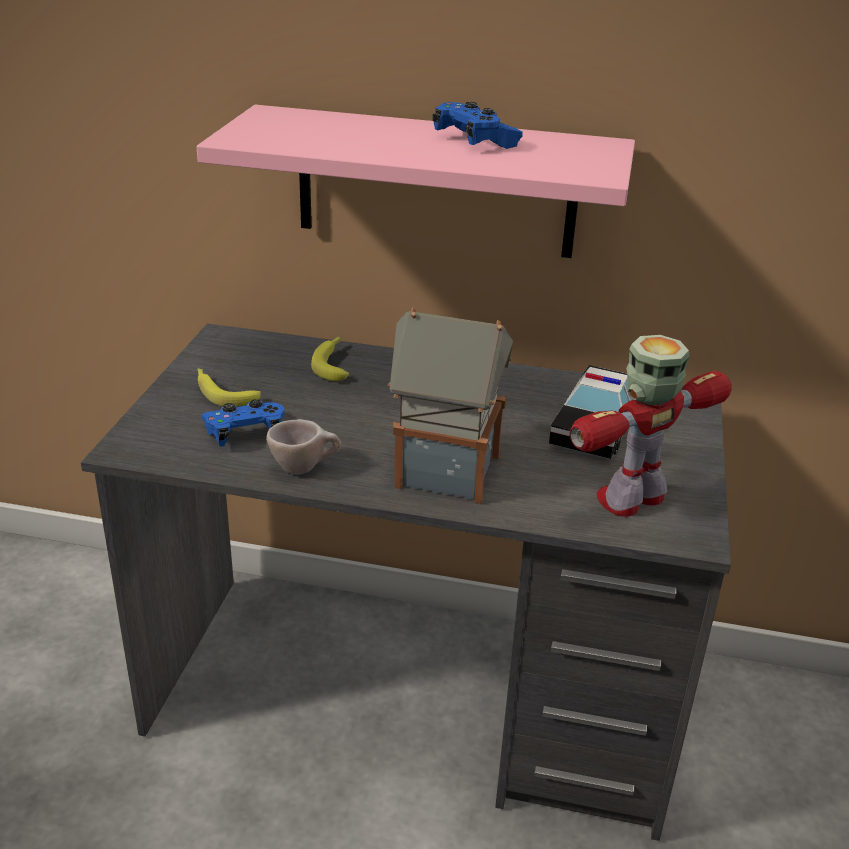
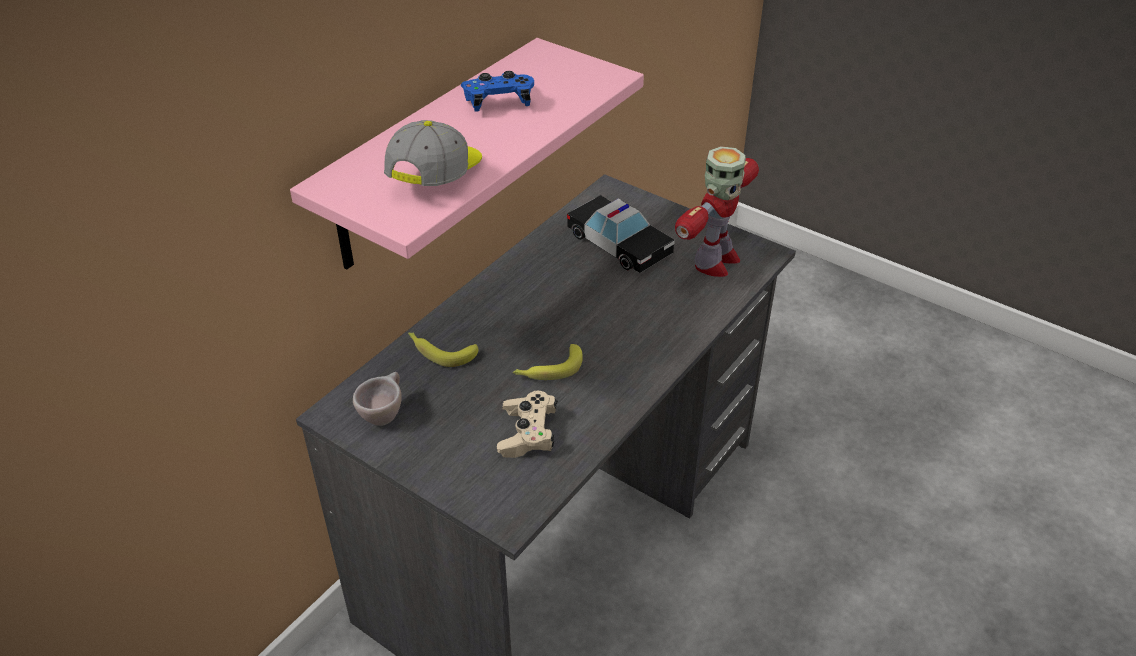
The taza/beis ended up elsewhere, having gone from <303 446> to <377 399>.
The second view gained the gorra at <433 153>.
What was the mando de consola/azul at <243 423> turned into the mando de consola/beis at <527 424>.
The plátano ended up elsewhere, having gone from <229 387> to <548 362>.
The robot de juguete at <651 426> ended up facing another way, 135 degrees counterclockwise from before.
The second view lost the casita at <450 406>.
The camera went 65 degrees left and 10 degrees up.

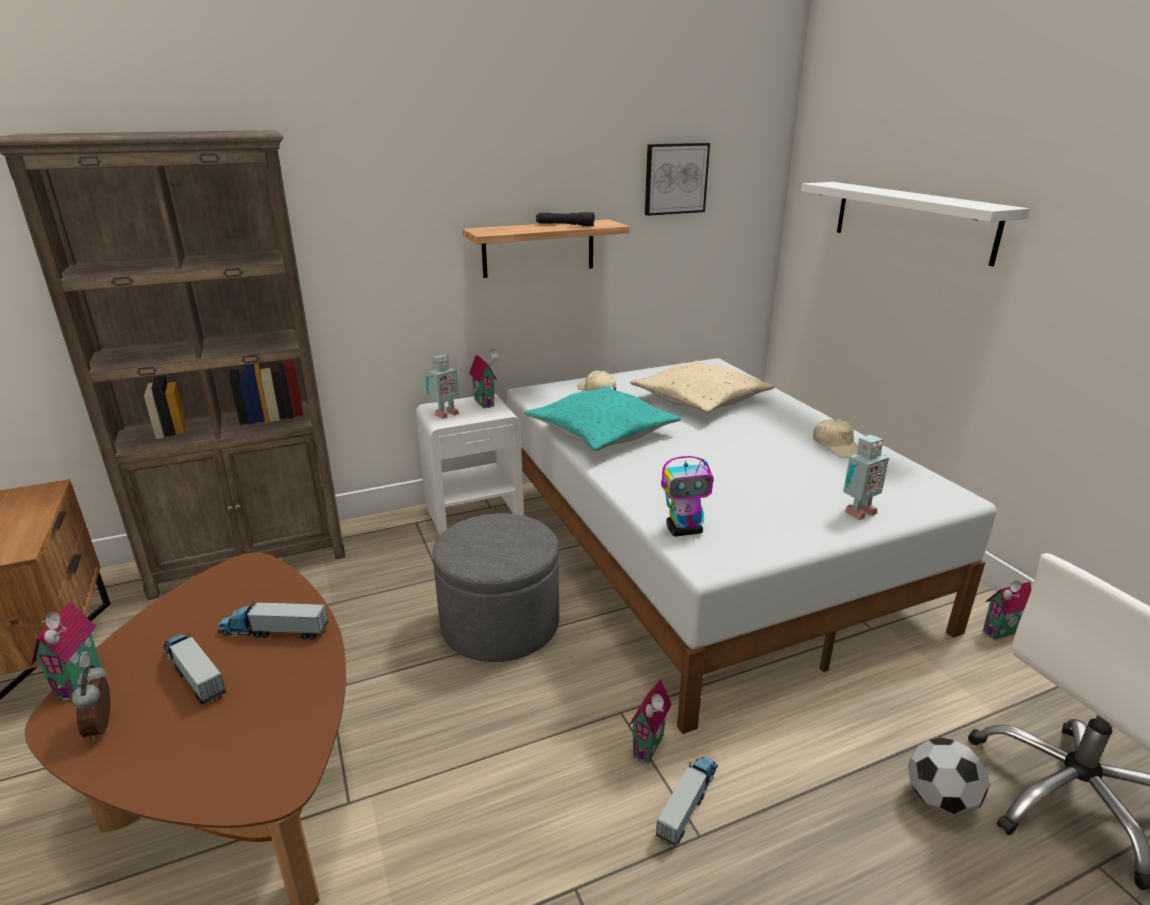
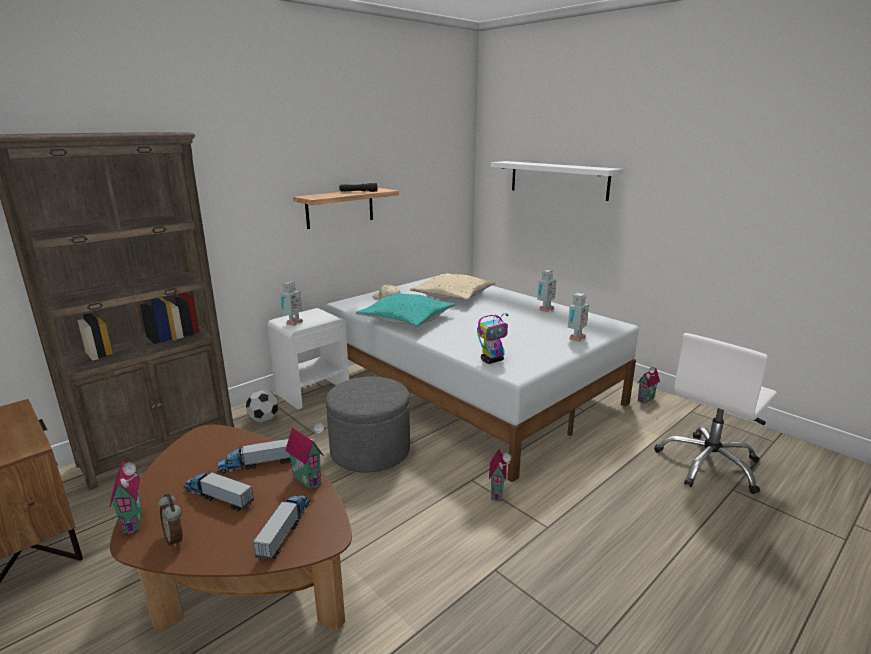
The balón de fútbol ended up elsewhere, having gone from <949 777> to <262 406>.
The camión de juguete ended up elsewhere, having gone from <687 801> to <281 528>.
The casita ended up elsewhere, having gone from <484 378> to <304 455>.
Where the gorra/beis stood at <835 438>, the robot de juguete came to stand at <546 291>.
The second view lost the cuadro at <677 179>.
The camera went 20 degrees left and 5 degrees down.

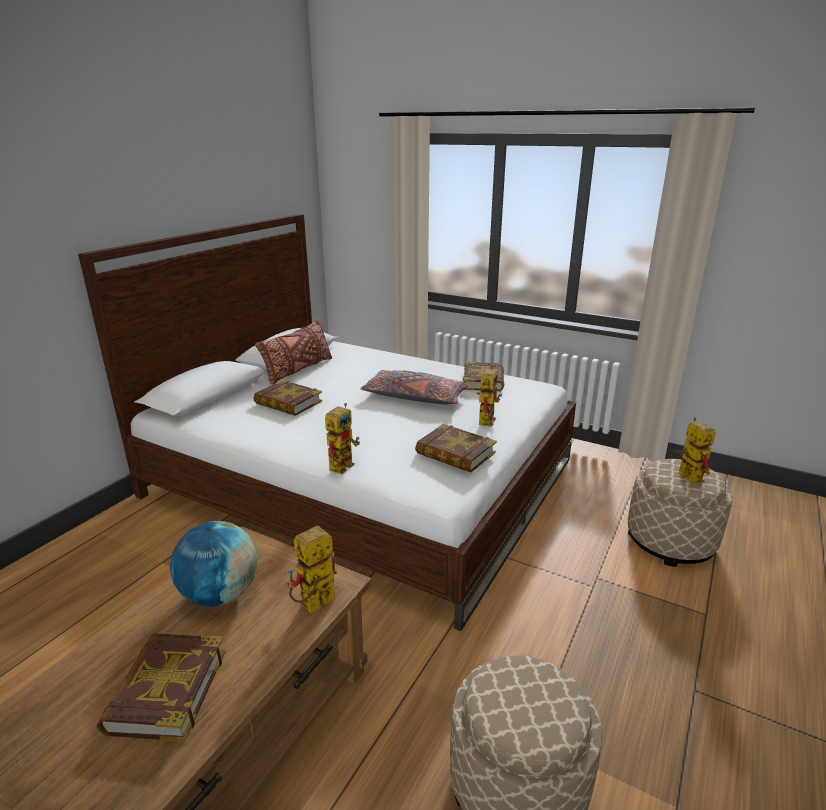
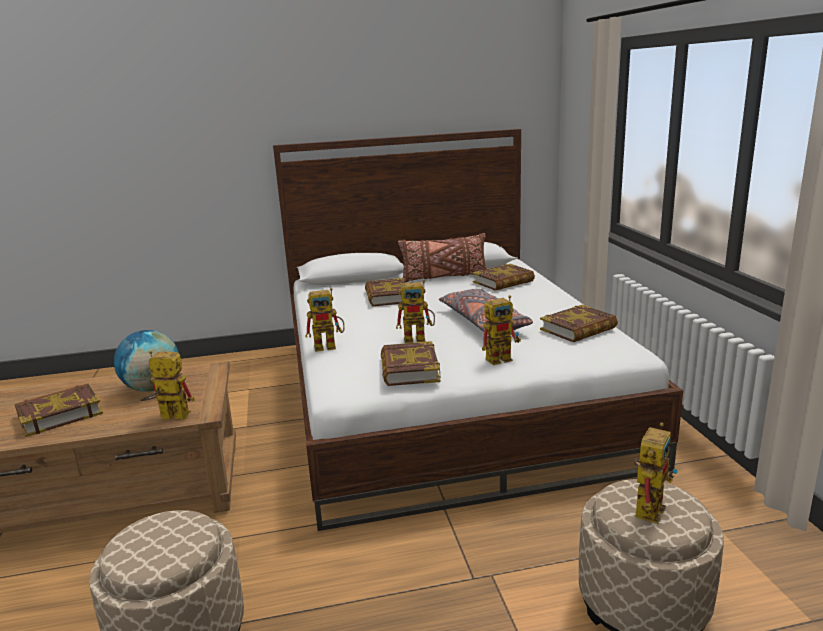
The second view gained the robot de juguete at <415 311>.
The second view gained the libro at <504 277>.
The camera went 50 degrees right and 5 degrees down.

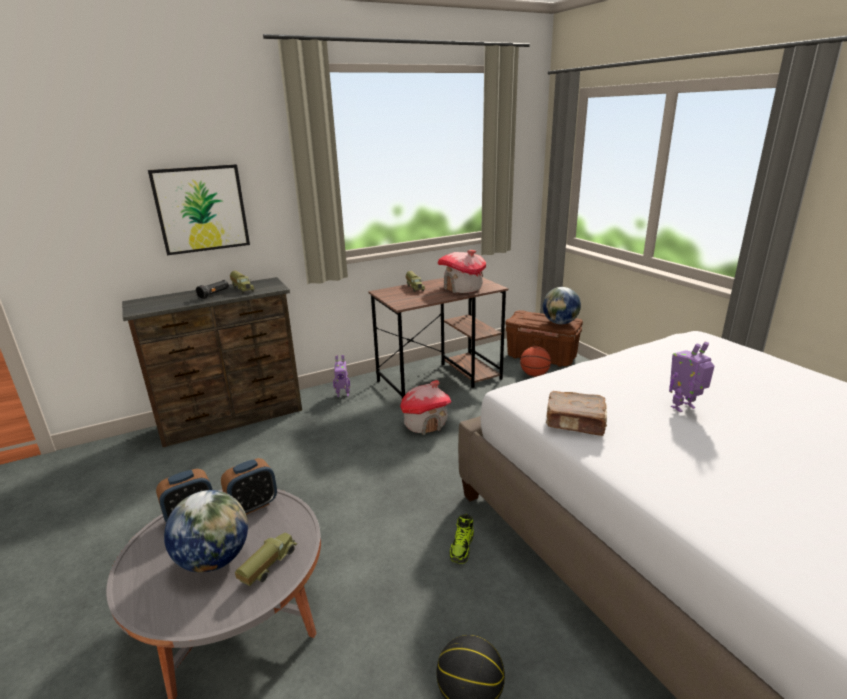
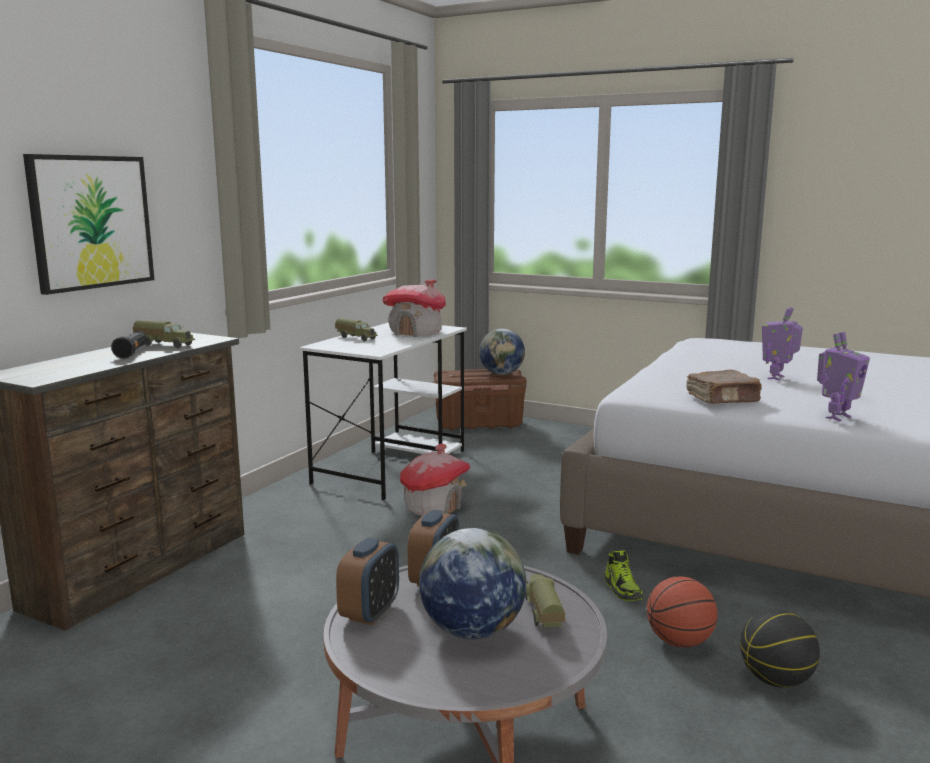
What was the escritorio/marrón at <438 337> turned into the escritorio/blanco at <383 411>.
The balón de baloncesto ended up elsewhere, having gone from <535 361> to <682 612>.
The robot de juguete ended up elsewhere, having gone from <341 376> to <843 376>.
The camera went 35 degrees left and 10 degrees down.

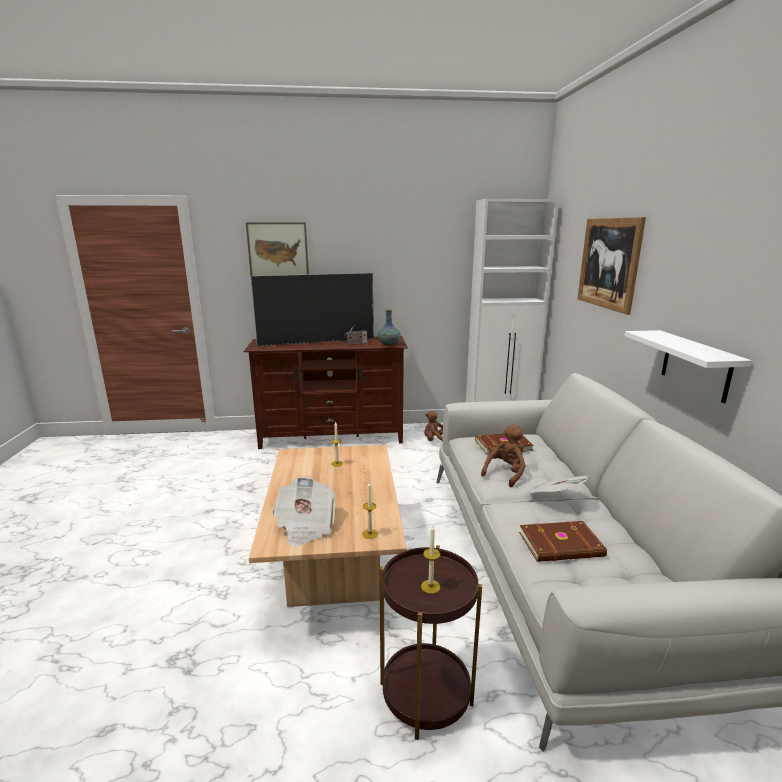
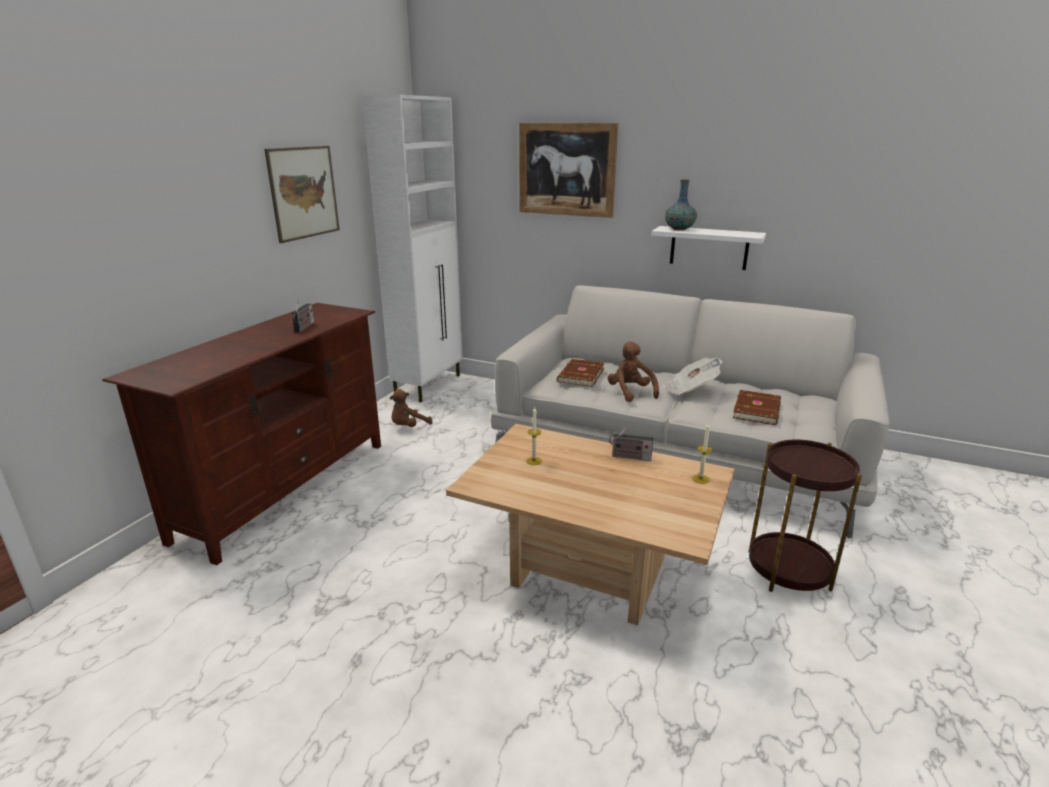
The cuadro ended up elsewhere, having gone from <277 249> to <302 194>.
The second view gained the radio at <631 443>.
The florero ended up elsewhere, having gone from <389 328> to <681 204>.
The second view lost the televisor at <312 309>.
The second view lost the periódico at <304 511>.
The second view lost the vela at <430 559>.
The camera went 60 degrees left and 5 degrees up.

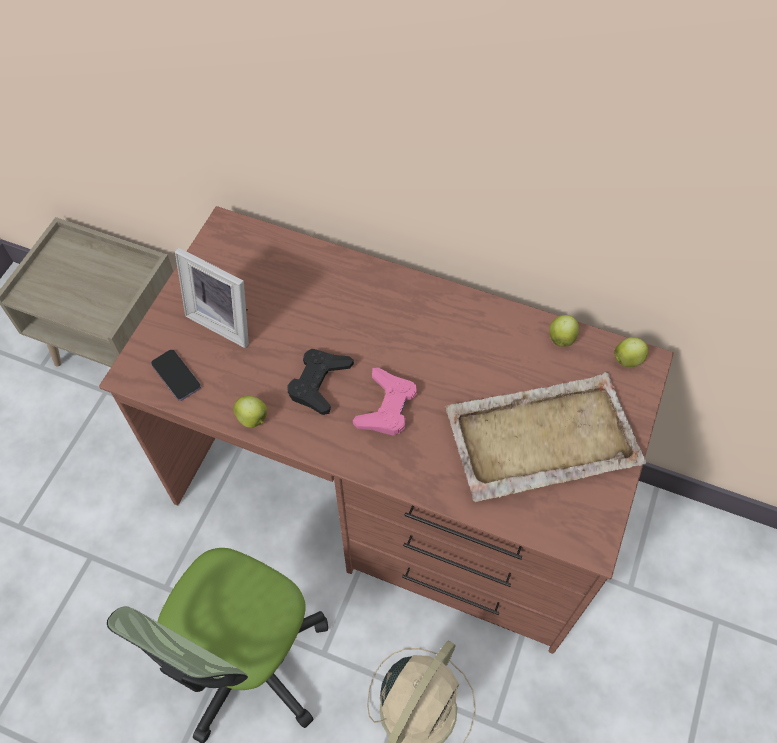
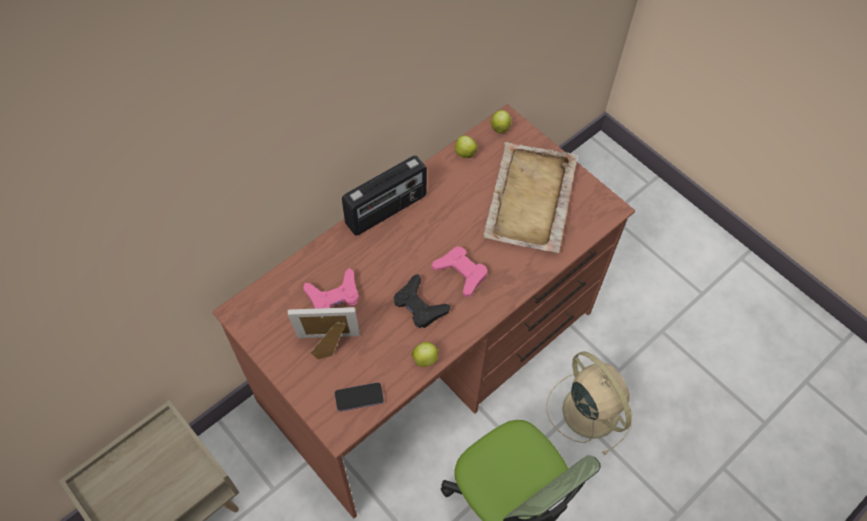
The portarretratos at <212 297> ended up facing another way, 150 degrees counterclockwise from before.
The second view gained the mando de consola/rosa at <331 288>.
The second view gained the radio at <384 195>.
The camera went 65 degrees left and 0 degrees up.

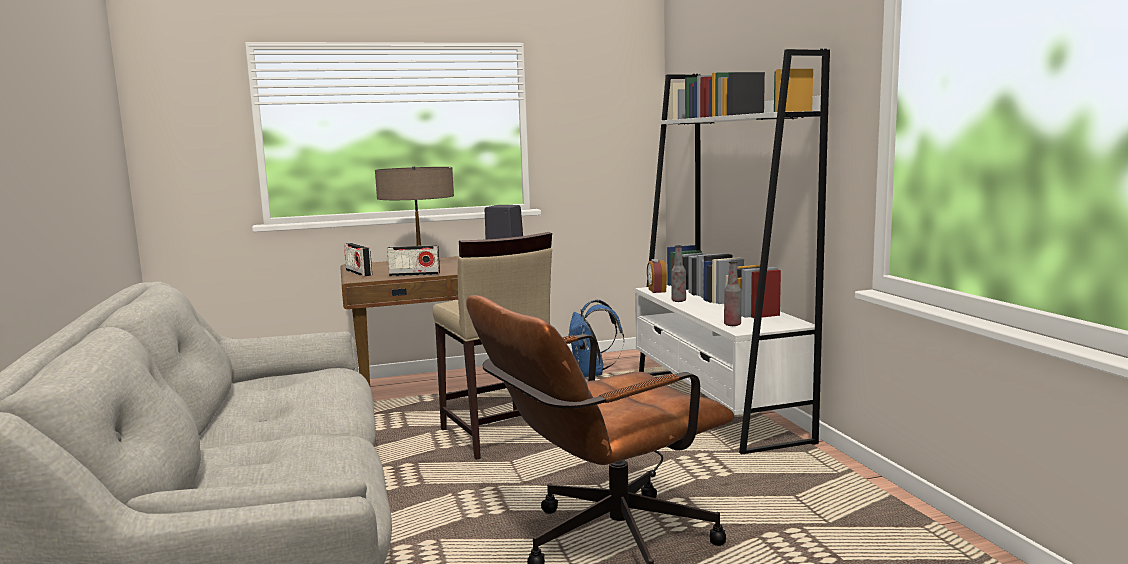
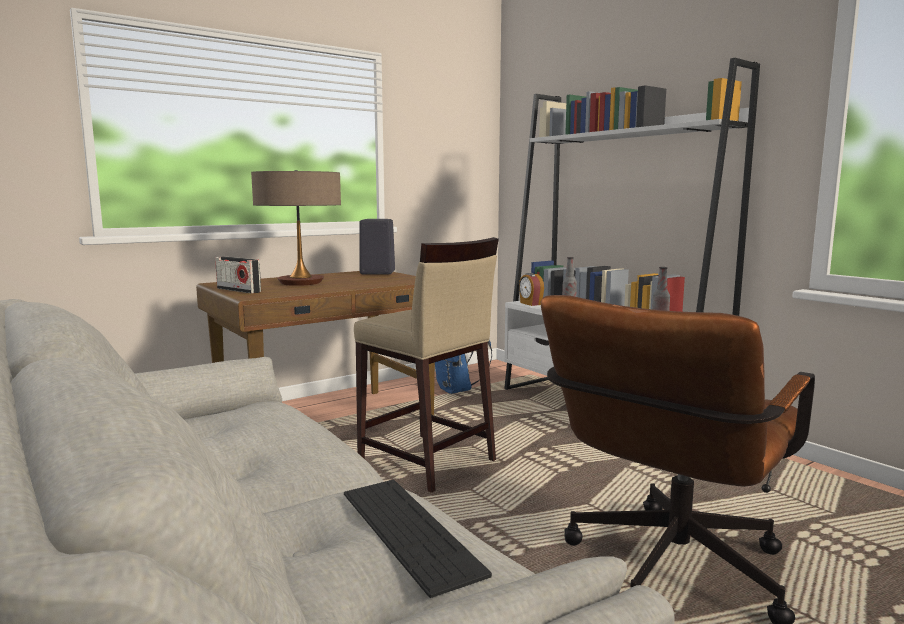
The second view gained the teclado at <418 539>.
The second view lost the radio at <413 260>.
The camera went 20 degrees left and 0 degrees up.

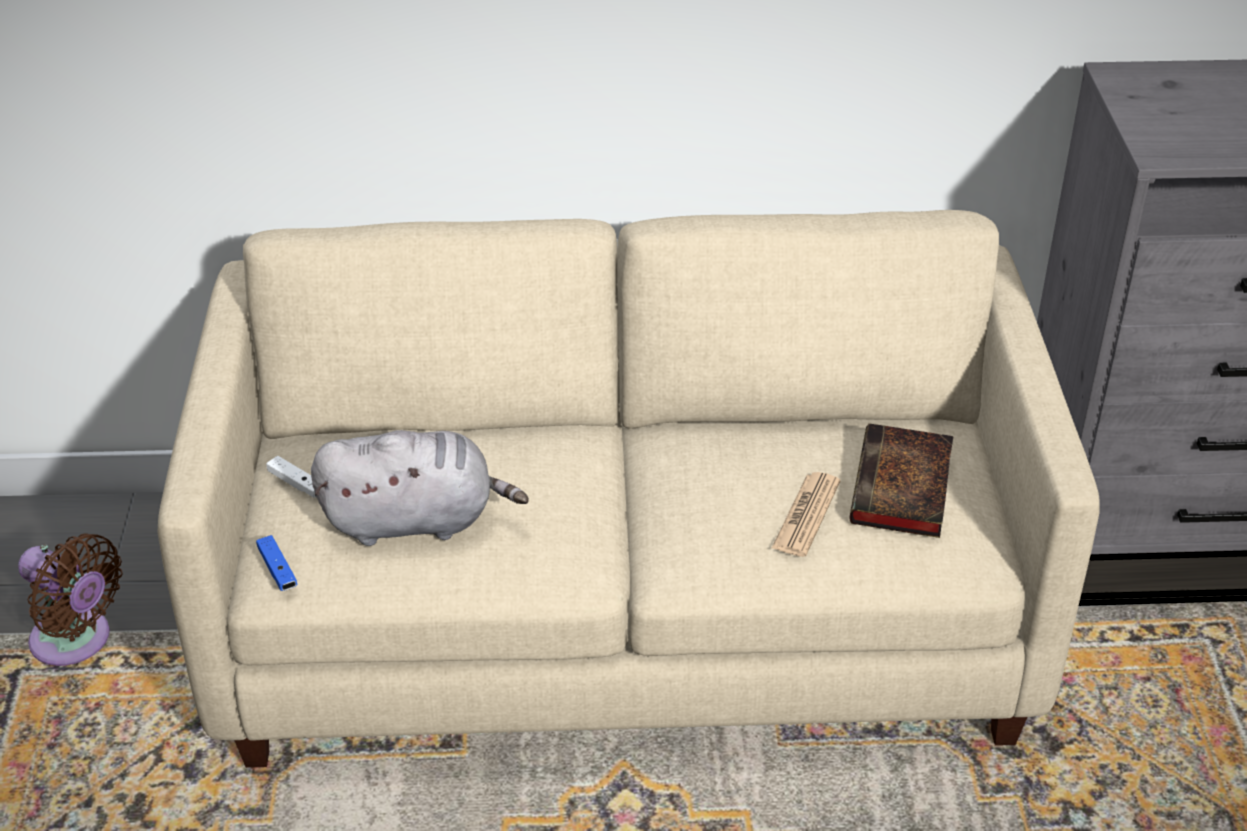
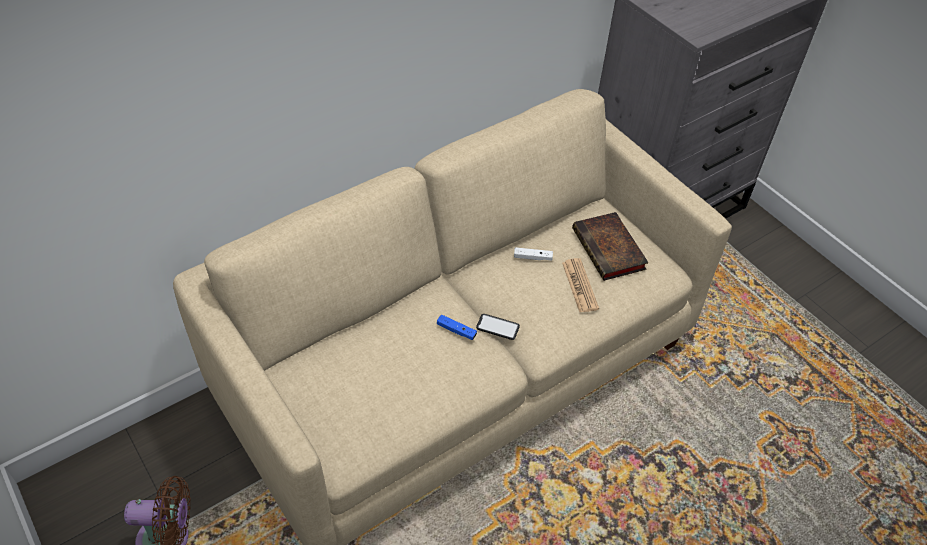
The mando de consola/azul ended up elsewhere, having gone from <277 563> to <457 327>.
The second view gained the móvil at <498 327>.
The mando de consola/blanco ended up elsewhere, having gone from <291 477> to <533 254>.
The second view lost the peluche/gris at <420 488>.
The camera went 35 degrees left and 10 degrees up.

